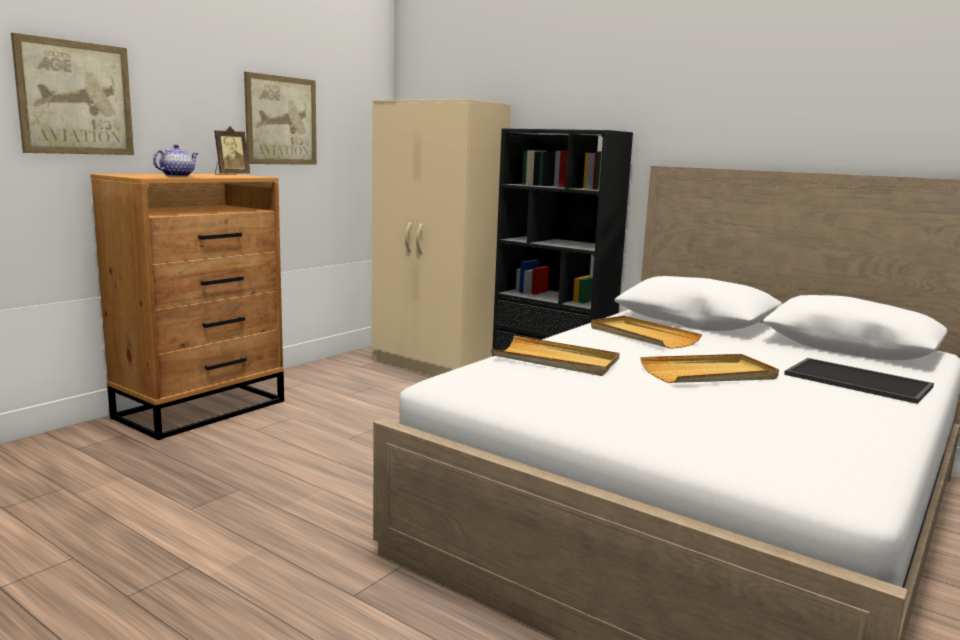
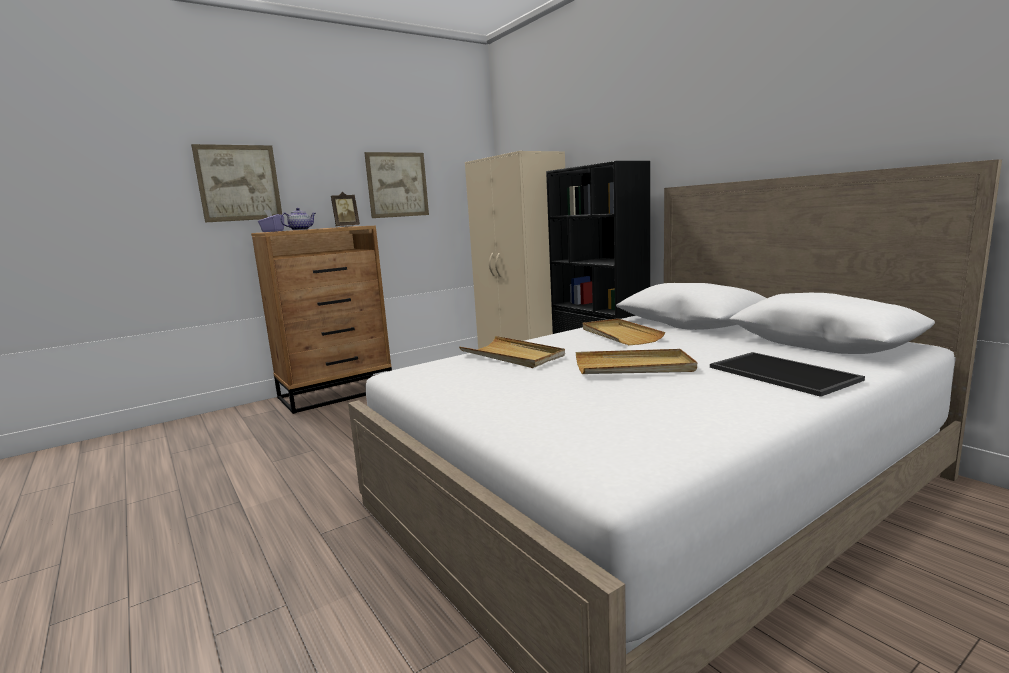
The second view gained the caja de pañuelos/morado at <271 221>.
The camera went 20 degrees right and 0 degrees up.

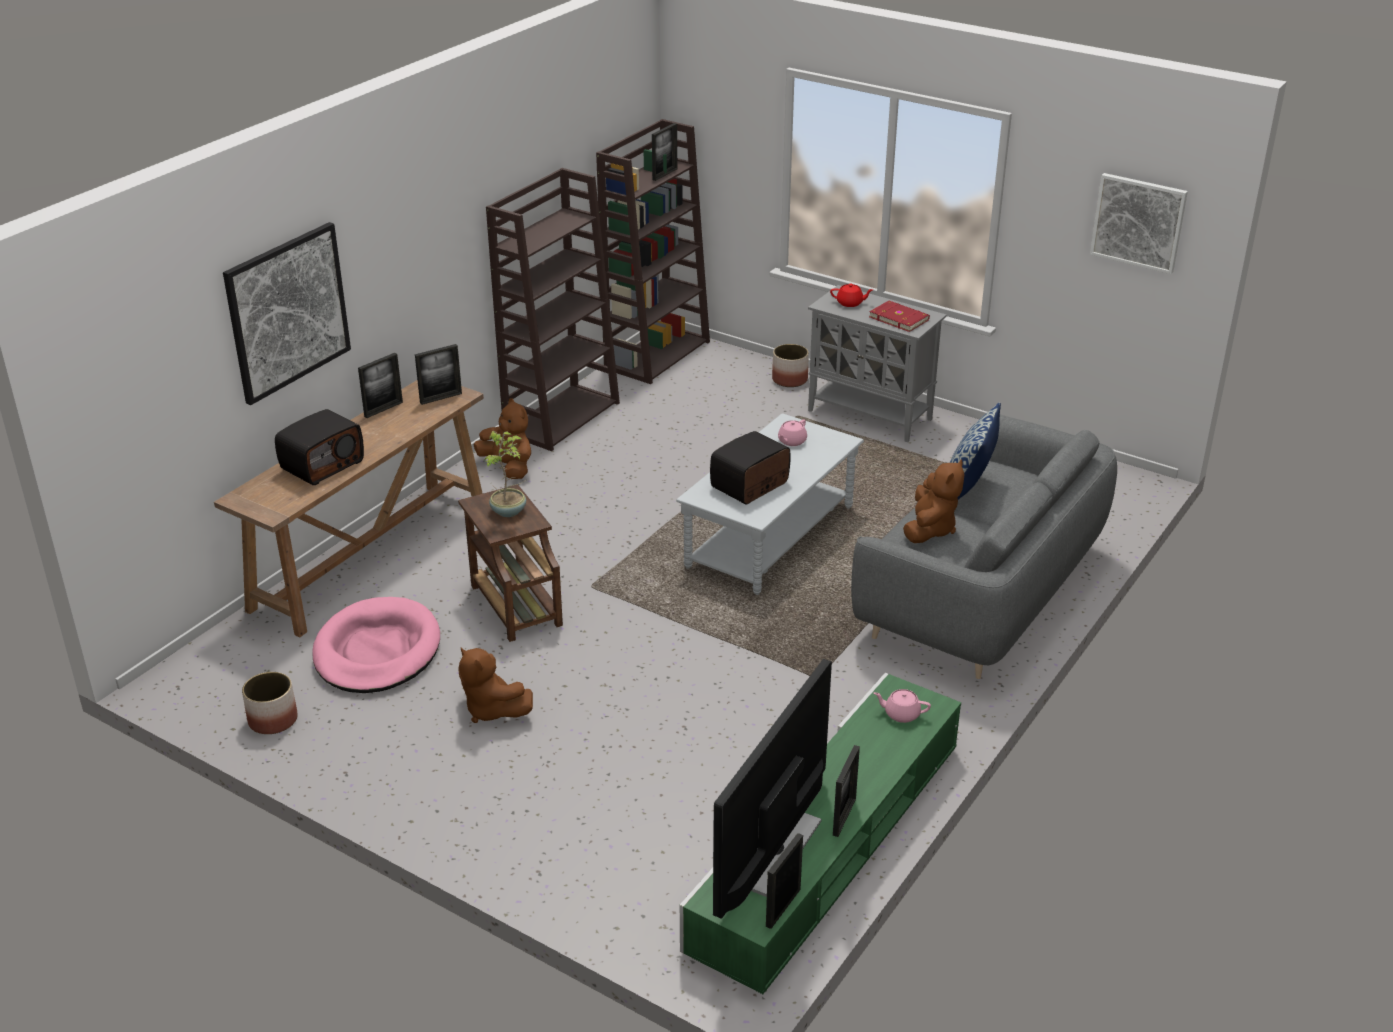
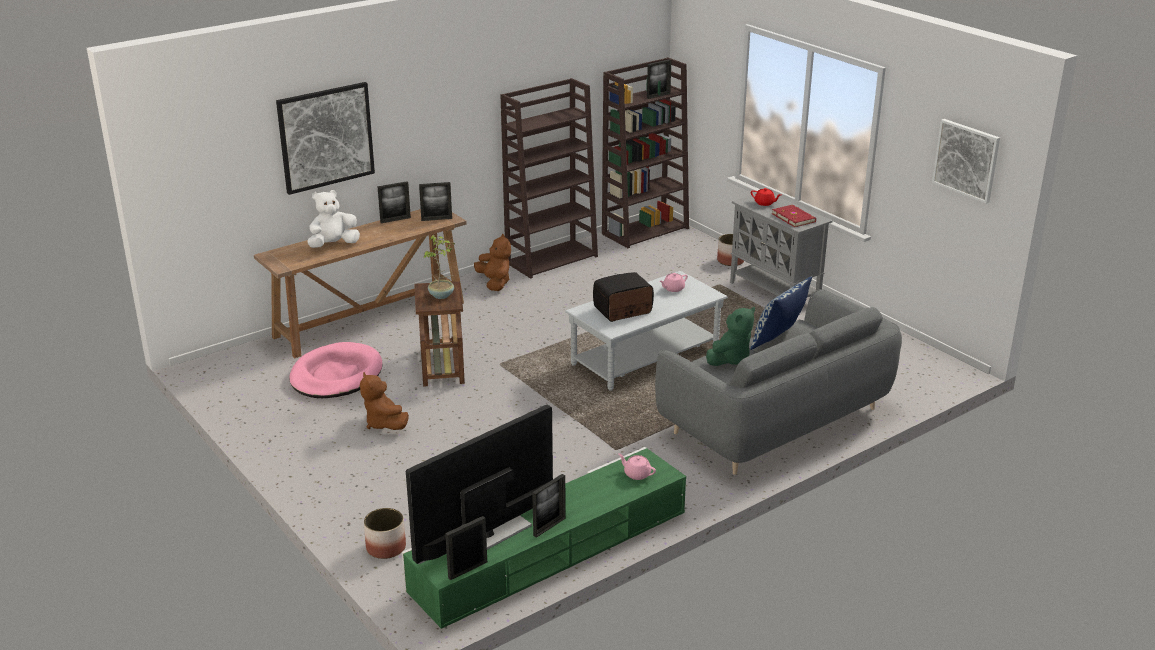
Where the radio stood at <319 447>, the peluche/blanco came to stand at <333 219>.
The maceta ended up elsewhere, having gone from <270 703> to <385 533>.
What was the peluche/marrón at <933 501> turned into the peluche/verde at <730 336>.
The camera went 20 degrees right and 5 degrees down.

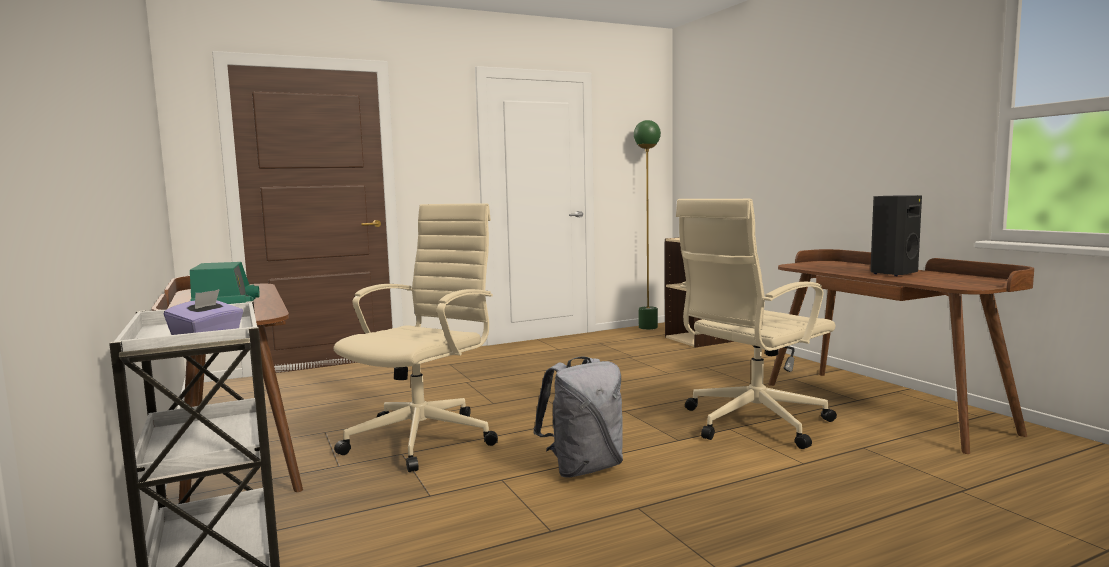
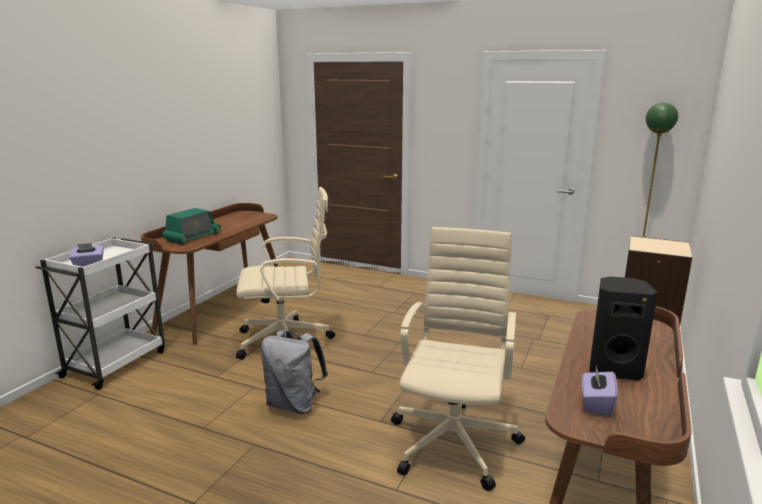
The silla de oficina/beis at <756 324> ended up facing another way, 90 degrees clockwise from before.
The second view gained the caja de pañuelos/morado at <600 390>.
The camera went 50 degrees right and 10 degrees up.

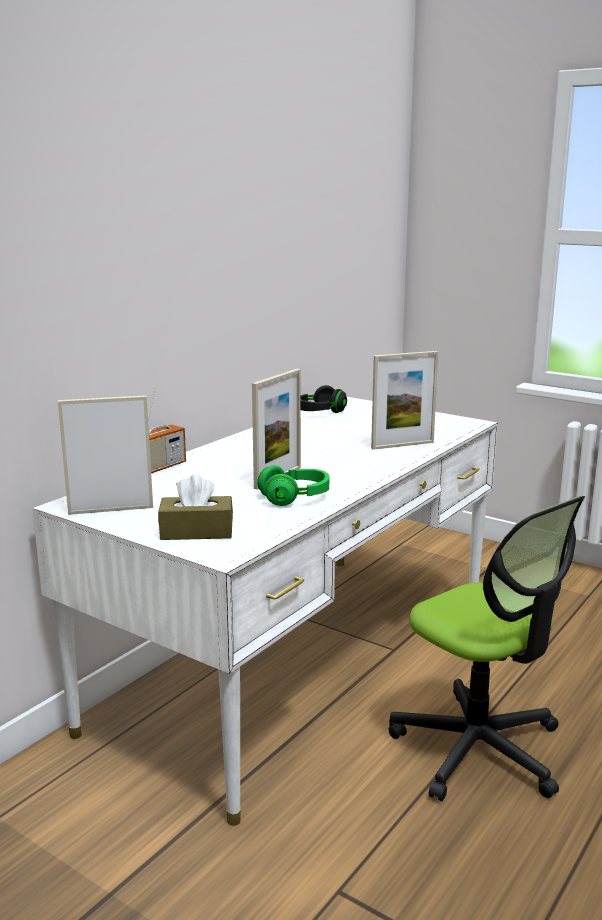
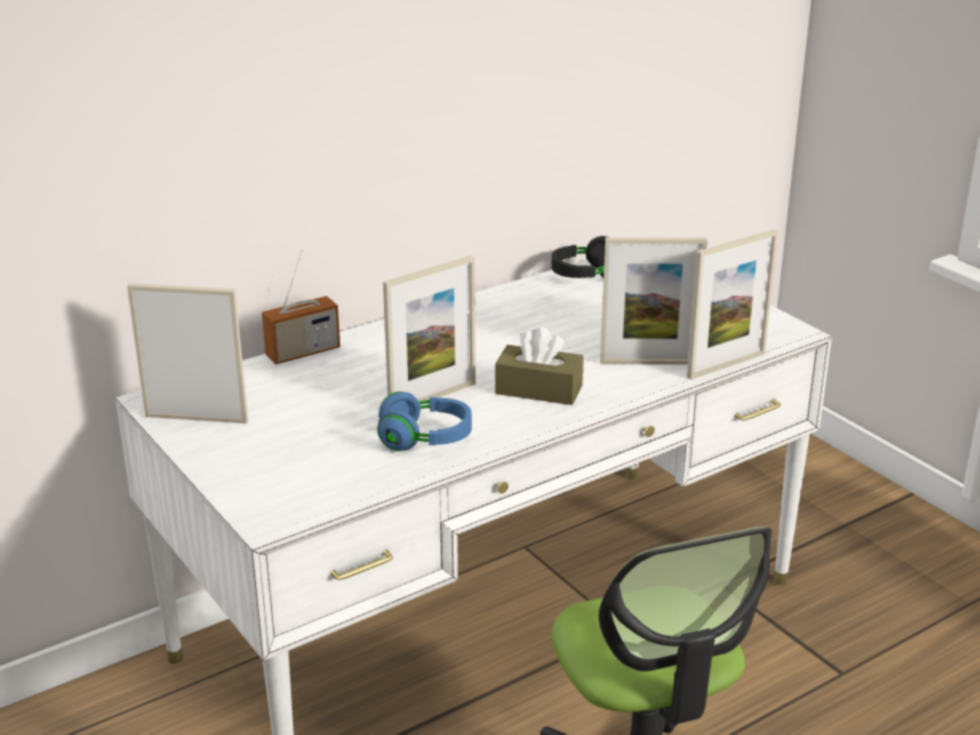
What was the auriculares/verde at <293 485> turned into the auriculares/azul at <424 421>.
The caja de pañuelos/marrón ended up elsewhere, having gone from <195 507> to <539 366>.
The second view gained the portarretratos at <732 304>.
The camera went 20 degrees right and 10 degrees up.

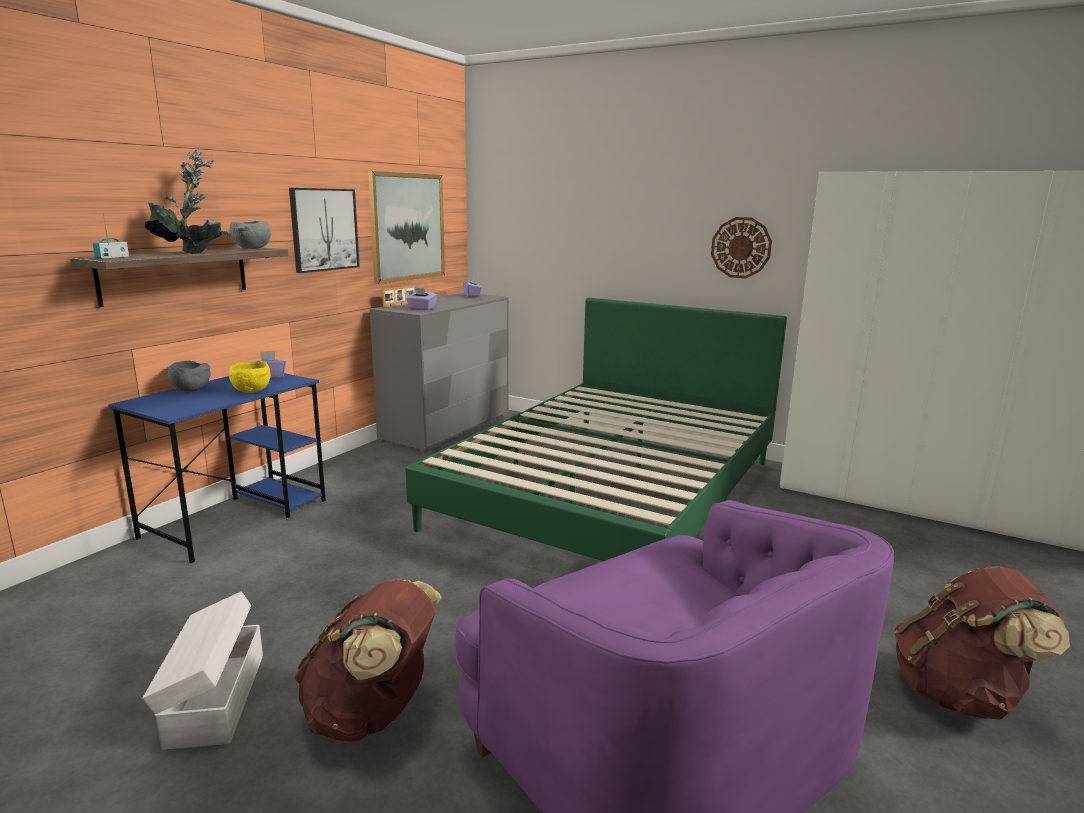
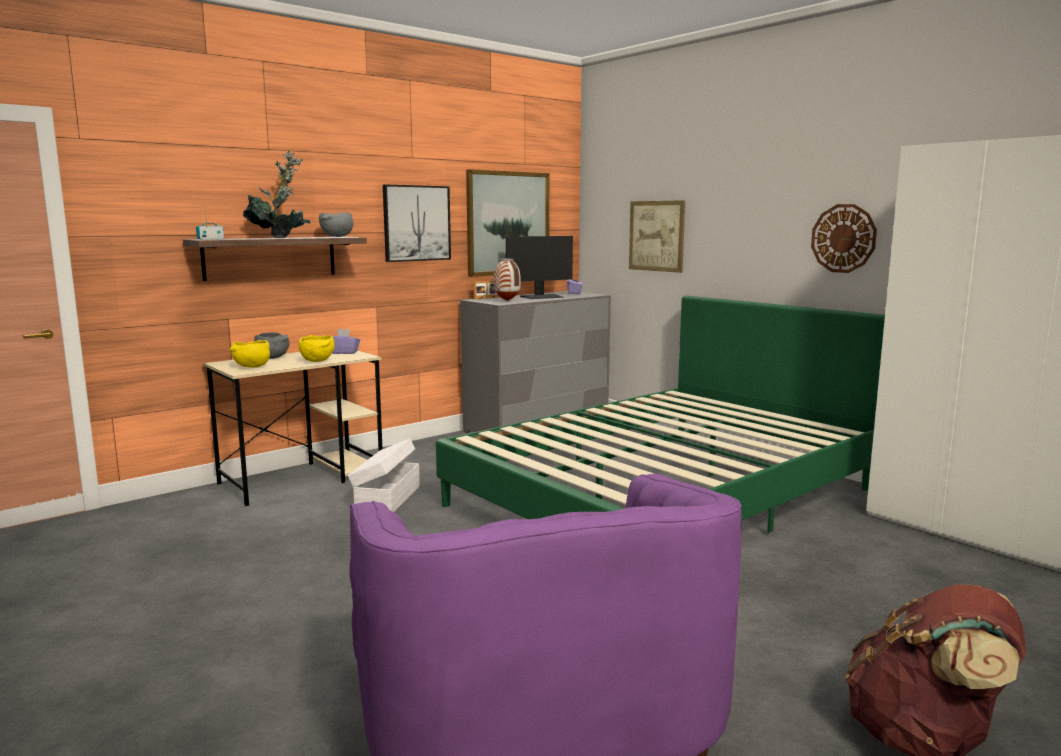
What was the escritorio/azul at <217 468> turned into the escritorio/beis at <293 428>.
The second view gained the cuenco/amarillo at <250 354>.
The caja de almacenaje/blanco ended up elsewhere, having gone from <202 670> to <384 475>.
Where the caja de pañuelos/morado stood at <421 299>, the florero came to stand at <507 279>.
The second view gained the monitor at <539 267>.
The second view gained the cuadro at <657 236>.
The second view lost the mochila/marrón at <368 660>.
The camera went 20 degrees right and 5 degrees down.

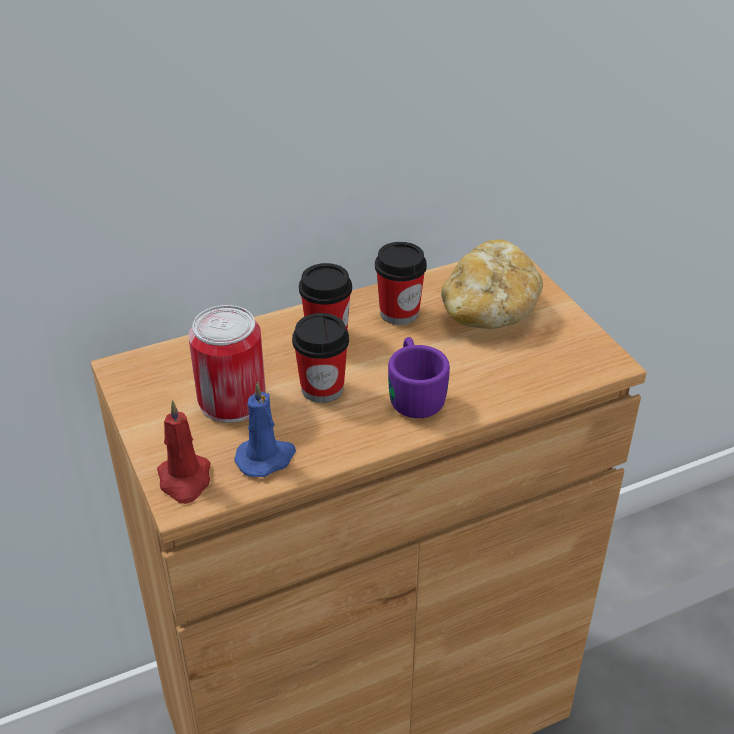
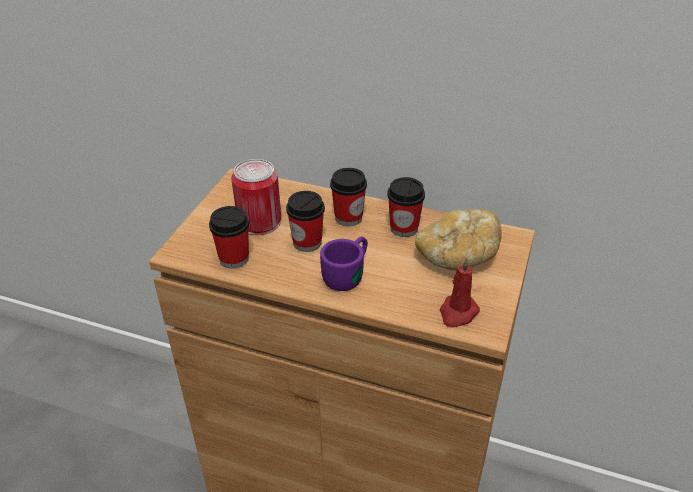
Where the vela/azul stood at <265 429>, the taza came to stand at <229 237>.
The vela/rojo ended up elsewhere, having gone from <183 452> to <460 292>.
The camera went 45 degrees right and 0 degrees up.

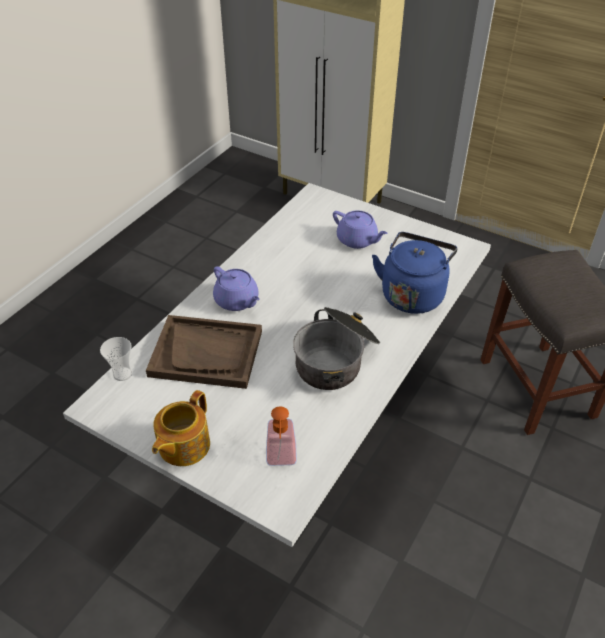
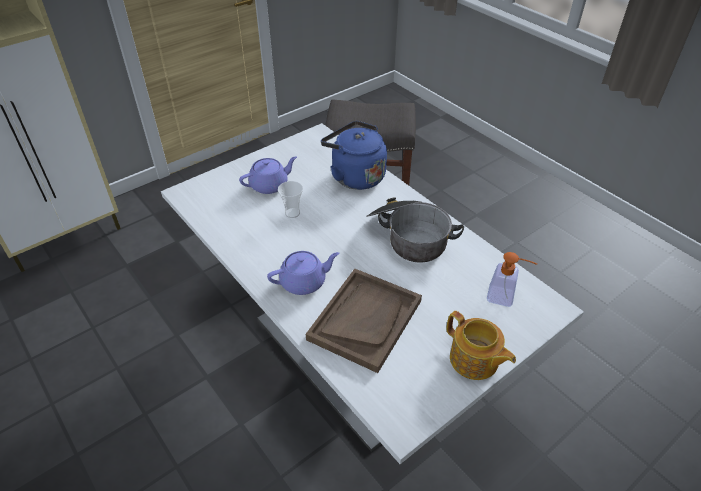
The taza ended up elsewhere, having gone from <116 359> to <290 199>.
The camera went 70 degrees left and 0 degrees up.

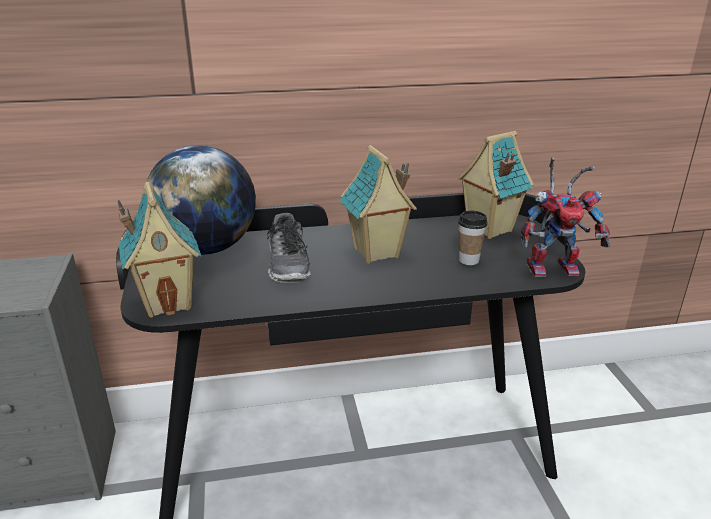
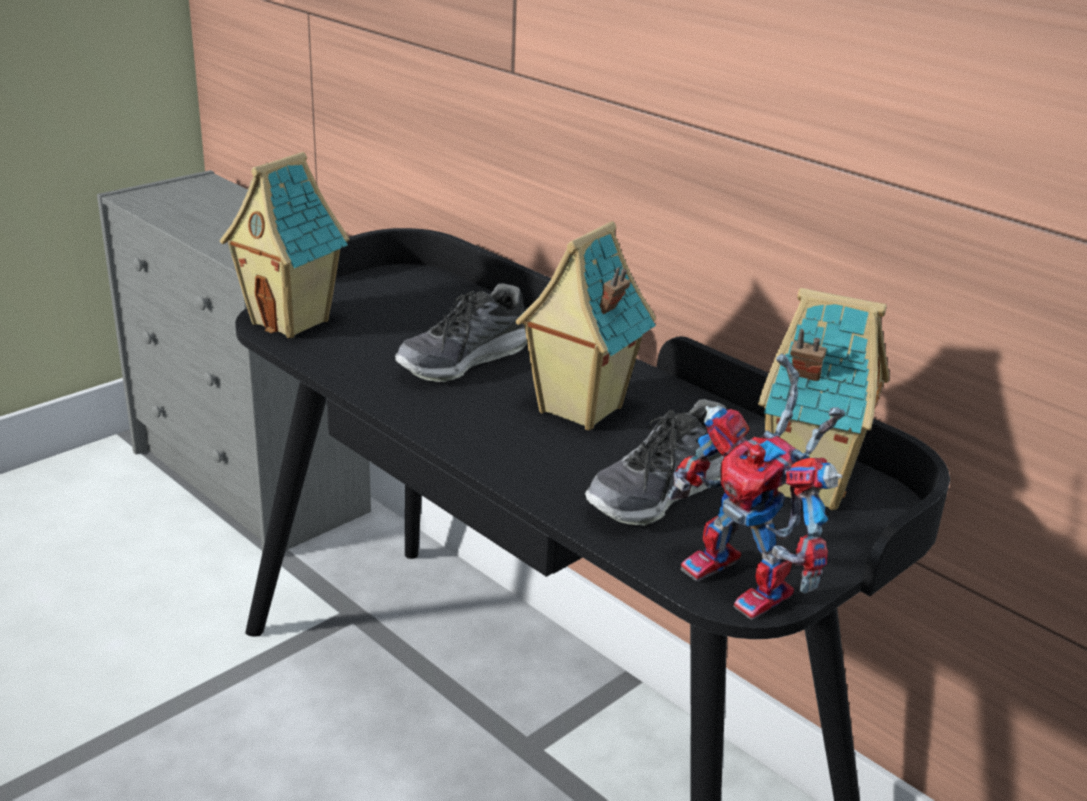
Where the taza stood at <473 238>, the zapato came to stand at <655 462>.
The second view lost the globo terráqueo at <201 200>.
The camera went 55 degrees right and 0 degrees up.

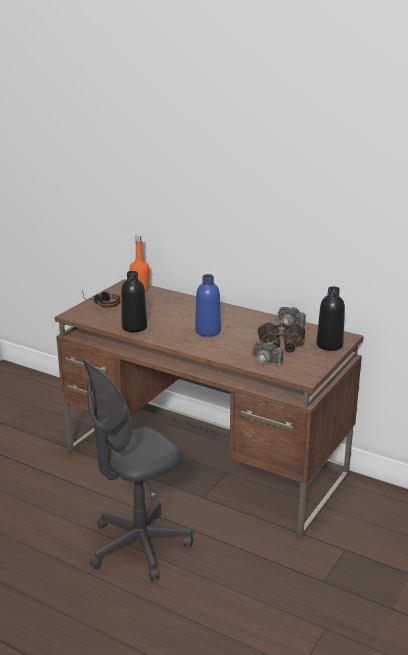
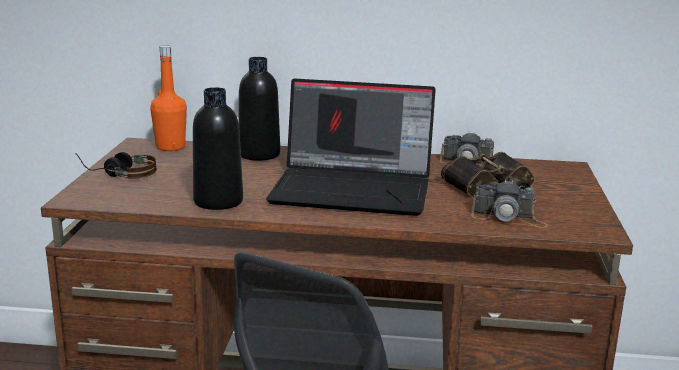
The botella/negro ended up elsewhere, having gone from <330 318> to <259 109>.
Where the botella/azul stood at <208 305>, the portátil came to stand at <351 147>.
The camera went 25 degrees left and 5 degrees down.

